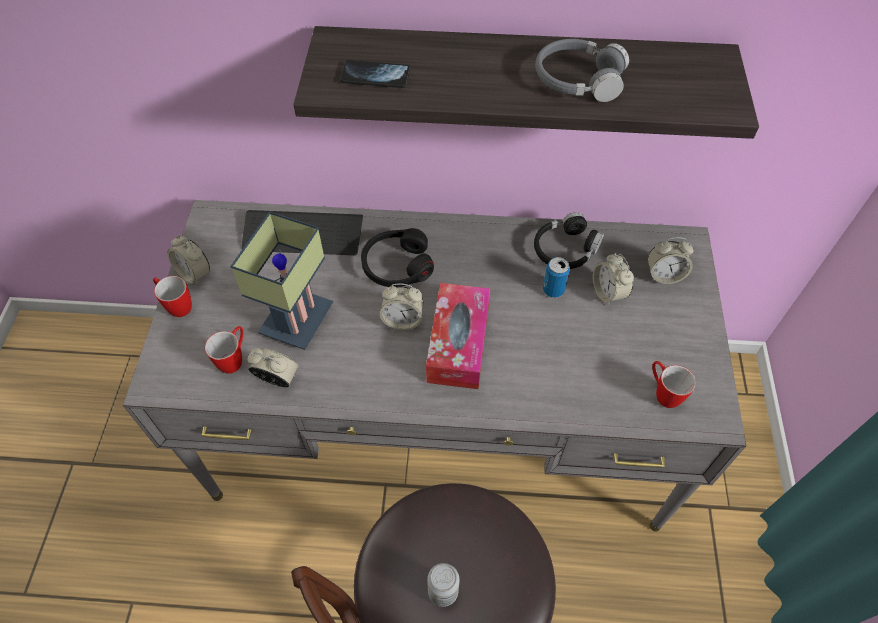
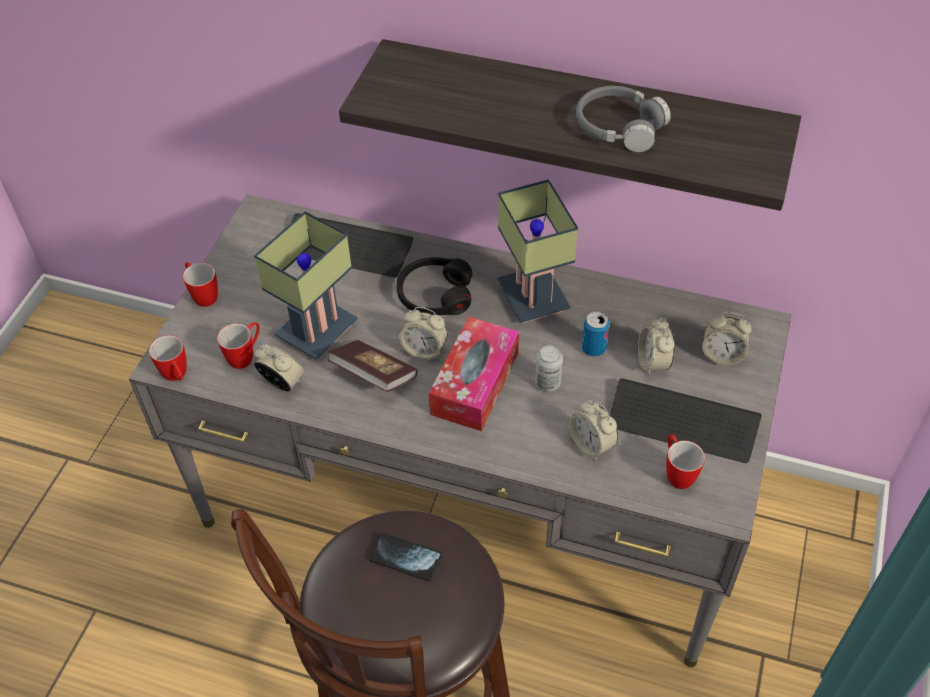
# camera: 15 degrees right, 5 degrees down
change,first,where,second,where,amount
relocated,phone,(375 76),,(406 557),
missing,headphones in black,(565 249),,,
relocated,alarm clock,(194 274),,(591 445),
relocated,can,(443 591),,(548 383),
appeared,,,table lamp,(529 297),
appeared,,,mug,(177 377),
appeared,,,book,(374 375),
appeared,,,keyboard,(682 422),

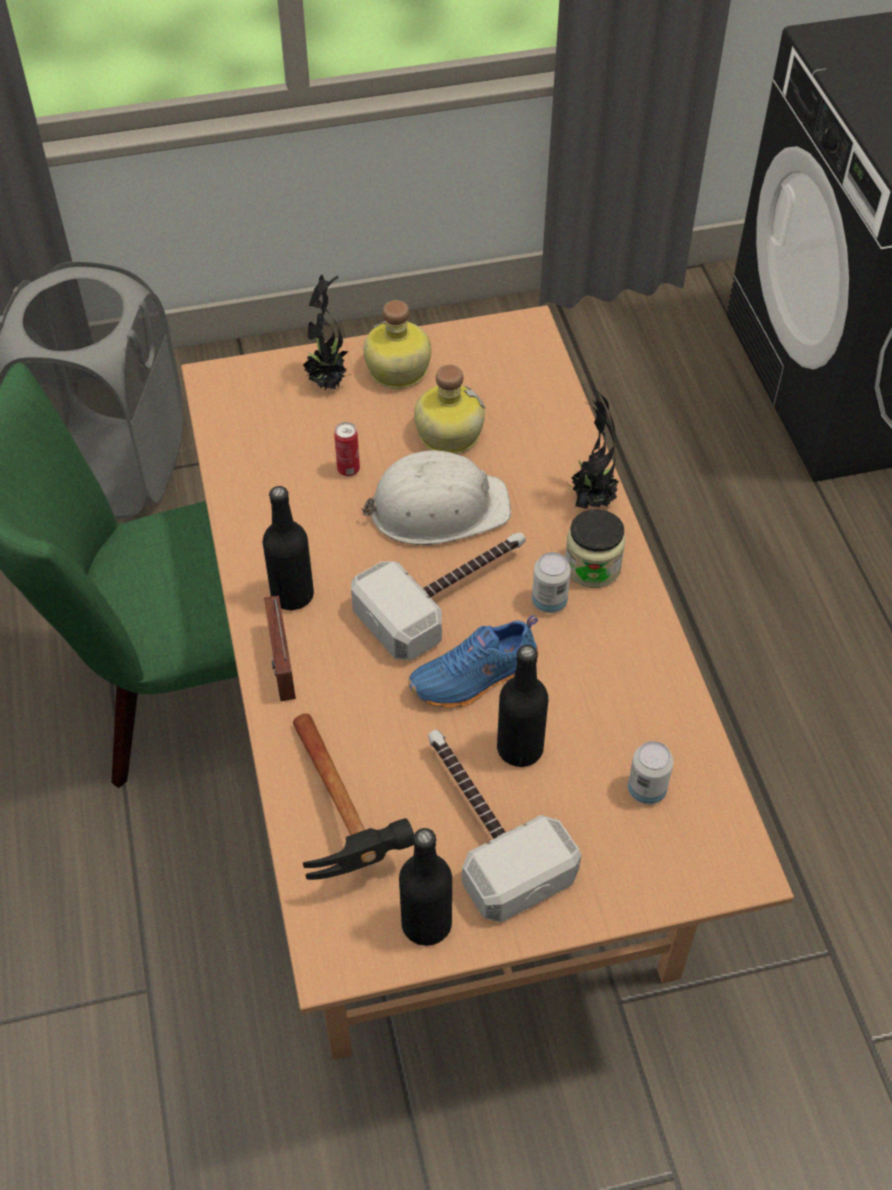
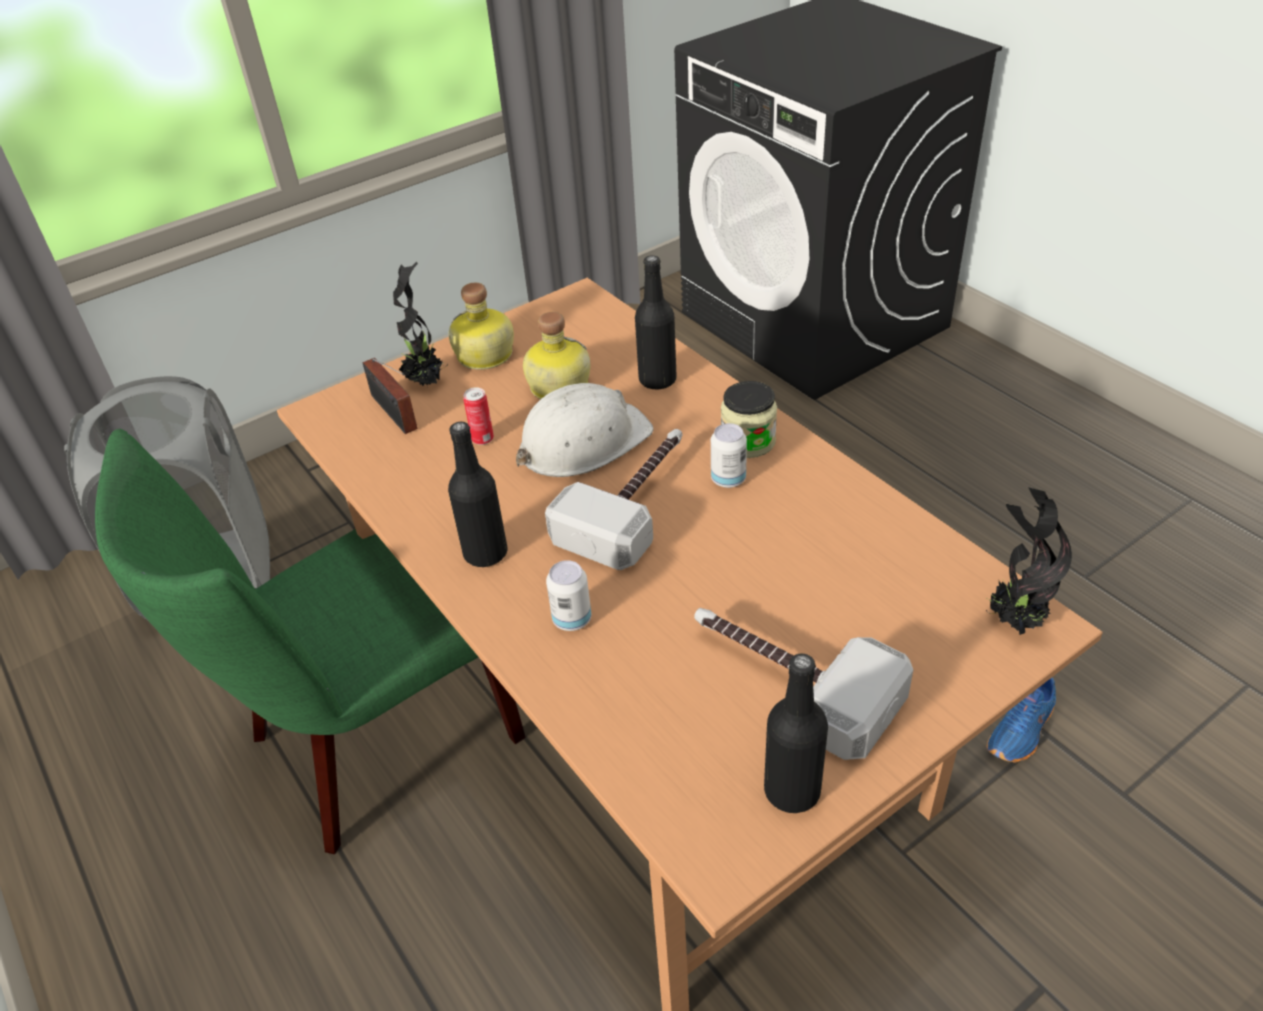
# camera: 20 degrees left, 10 degrees down
change,first,where,second,where,amount
relocated,potted plant,(591 499),,(1012 620),
relocated,radio,(281 667),,(395 415),
relocated,shoe in blue,(475 678),,(1022 730),
relocated,bottle in black,(520 749),,(657 380),
missing,hammer,(347 827),,,
relocated,can,(646 790),,(572 619),

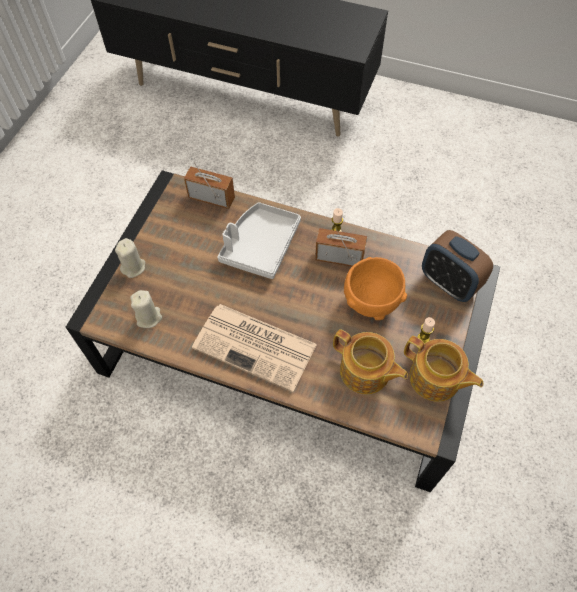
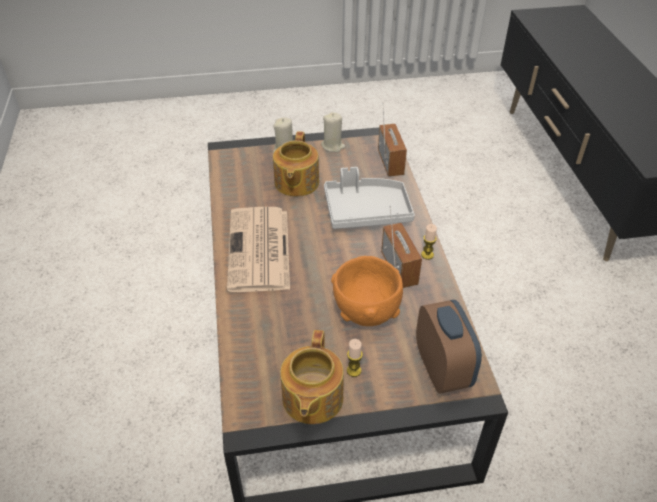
# camera: 60 degrees right, 15 degrees down
change,first,where,second,where,amount
spun,alarm clock,(449 283),,(442 369),150 degrees clockwise
relocated,candle in beige,(149 317),,(333 146),
relocated,teapot,(365 372),,(295 183),

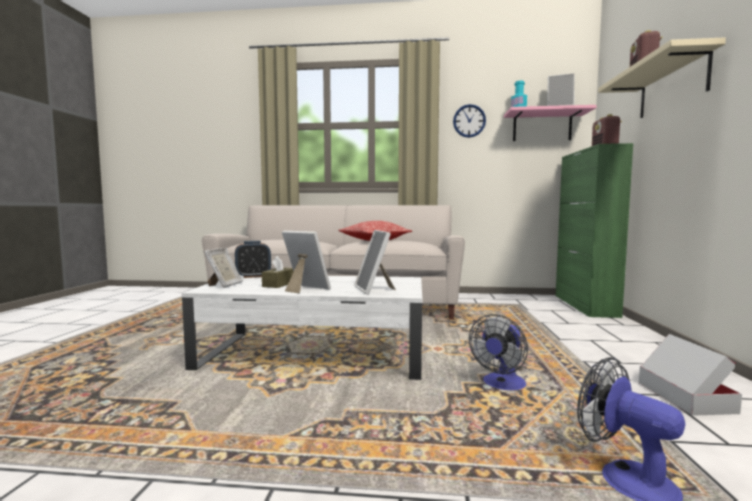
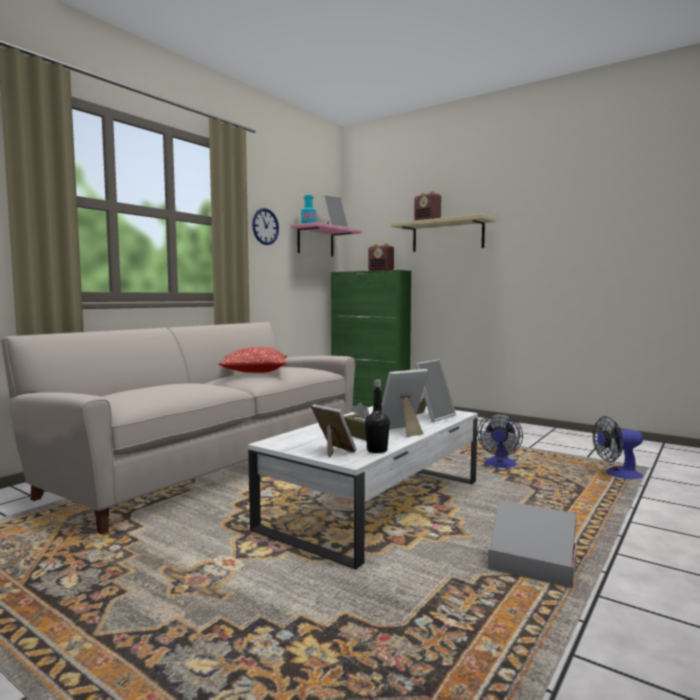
# camera: 60 degrees left, 0 degrees up
change,first,where,second,where,amount
spun,picture frame,(374 290),,(433 416),60 degrees counterclockwise
missing,alarm clock,(253 276),,,
spun,fan,(501 385),,(500 465),45 degrees clockwise
relocated,cardboard box,(684 397),,(532 567),
appeared,,,bottle in black,(377 450),

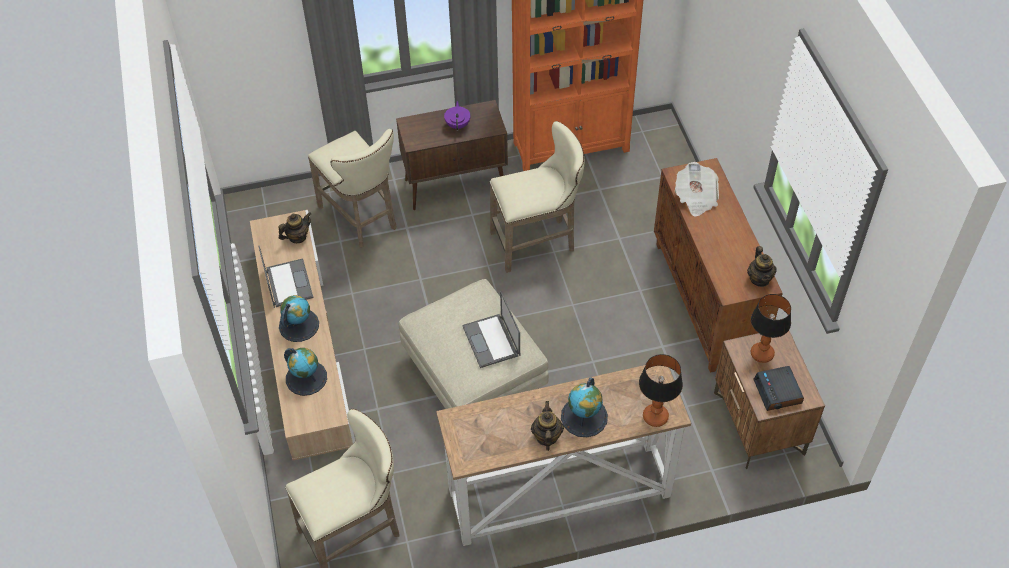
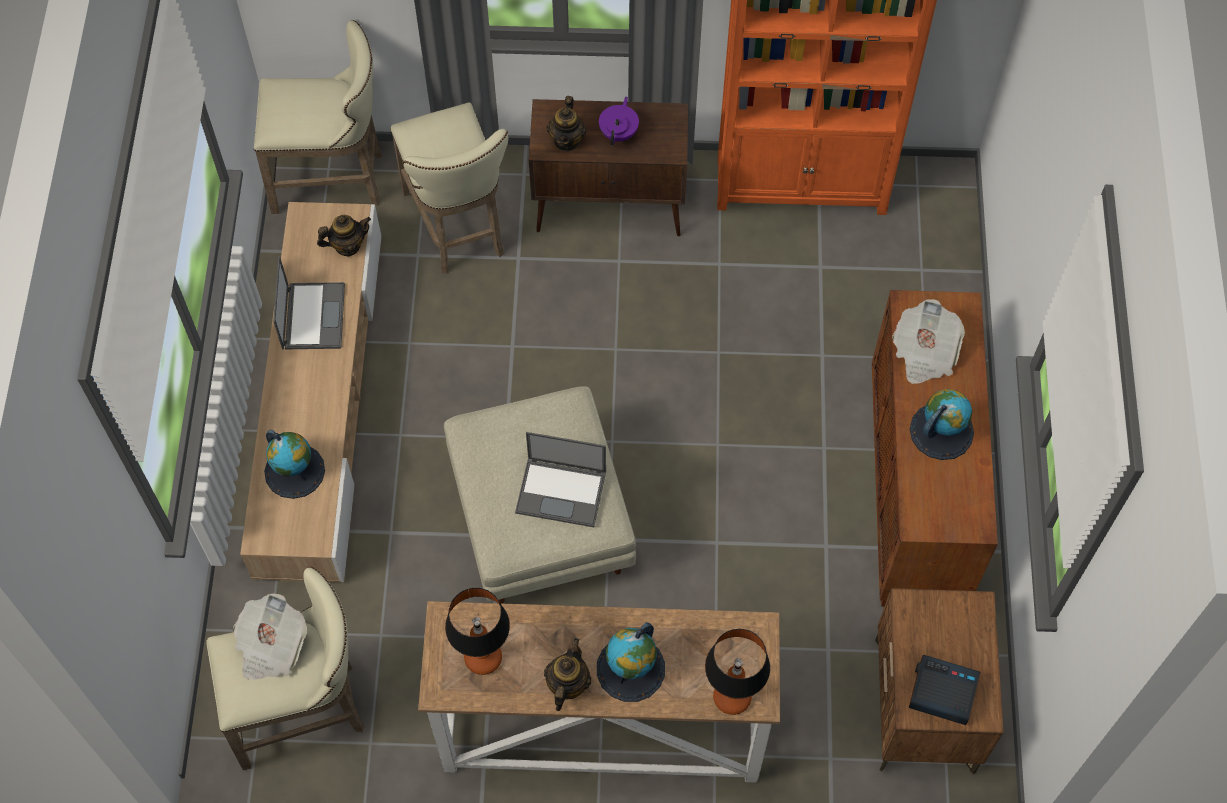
# camera: 15 degrees right, 10 degrees up
change,first,where,second,where,amount
relocated,stool in beige,(538 243),,(334 180),
relocated,teapot,(759 279),,(567 140),
spun,laptop,(492 341),,(562 492),75 degrees counterclockwise
relocated,table lamp,(762 353),,(484 657),
relocated,globe,(299 325),,(941 431),
spun,alarm clock,(778 392),,(942 692),105 degrees clockwise
appeared,,,newspaper,(271 646),

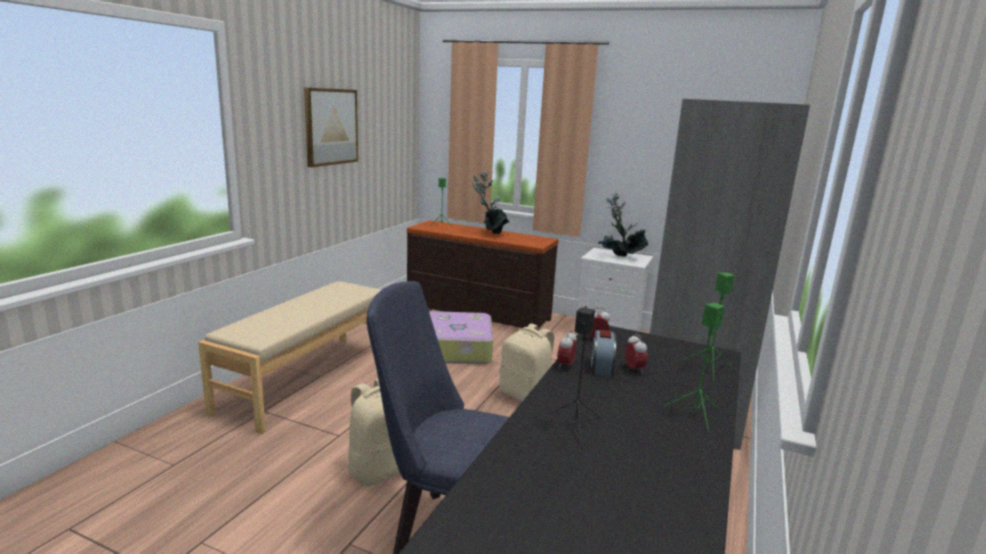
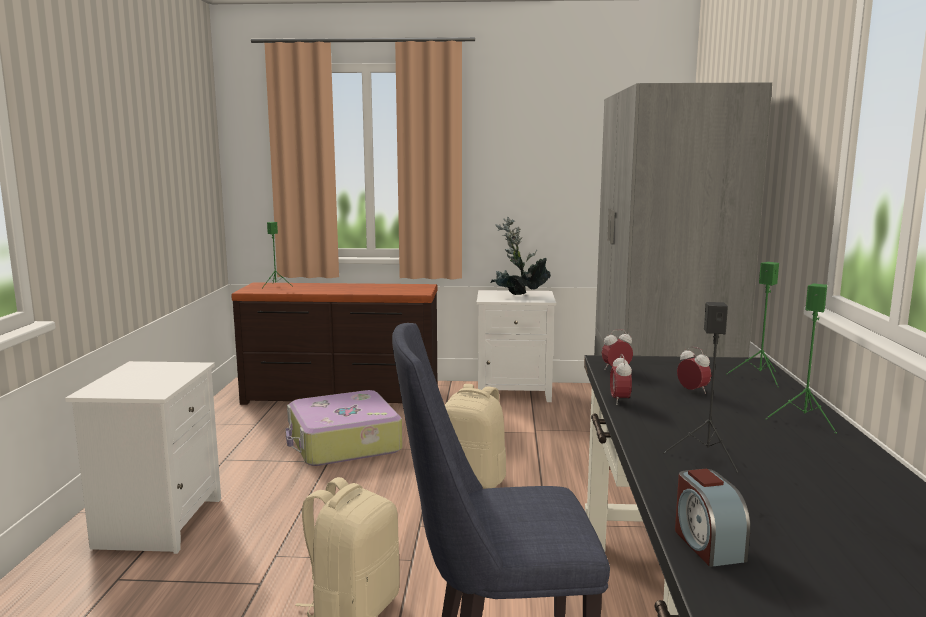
# camera: 20 degrees left, 5 degrees down
change,first,where,second,where,amount
missing,picture,(330 126),,,
missing,potted plant,(490 234),,,
exchanged,bench in beige,(307 379),nightstand in white,(158 522),
relocated,alarm clock,(601 367),,(707 544),

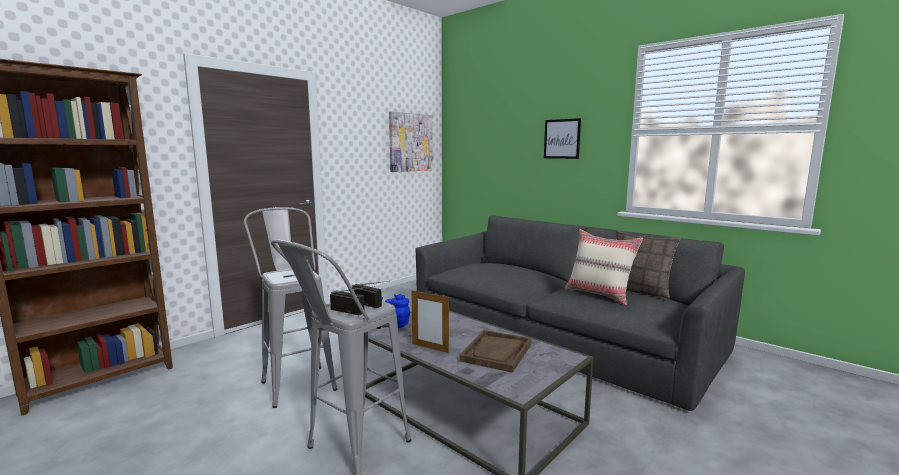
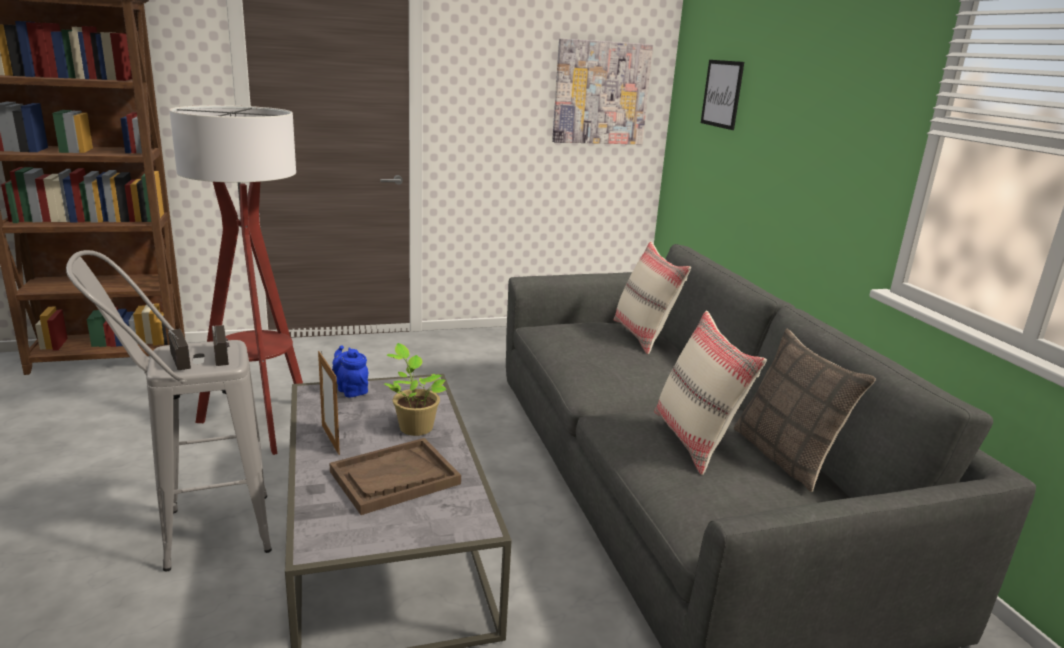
# camera: 30 degrees right, 10 degrees up
change,first,where,second,where,amount
relocated,picture,(562 139),,(722 94),
exchanged,stool in grey,(295 381),floor lamp,(260 424),
appeared,,,pillow in beige,(643 336),
appeared,,,potted plant,(414 427),

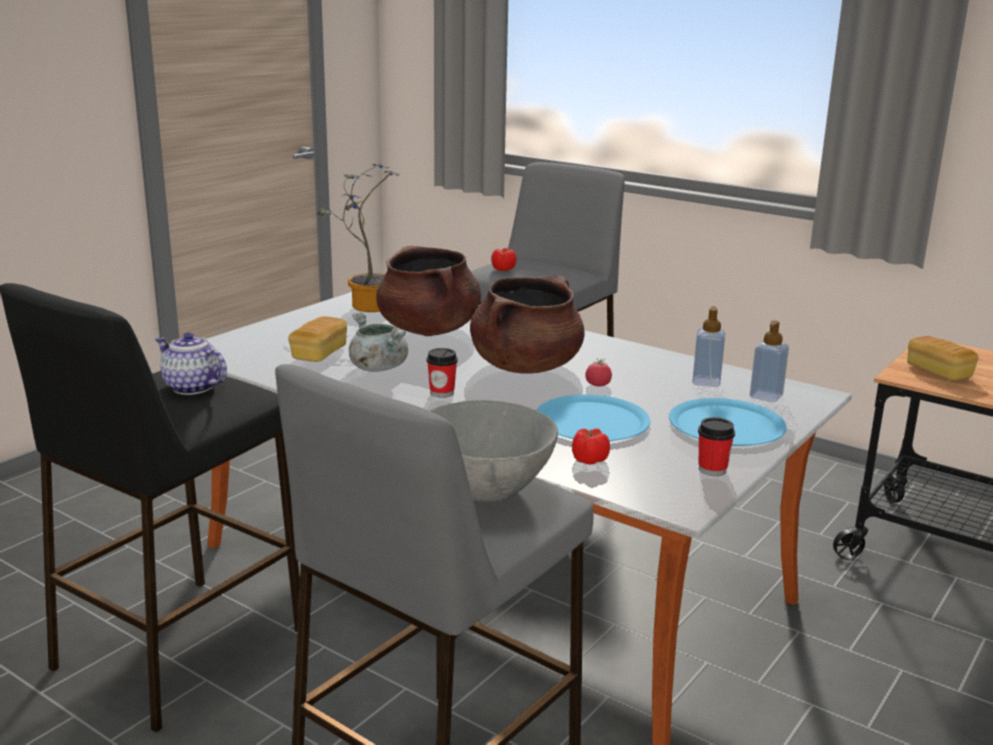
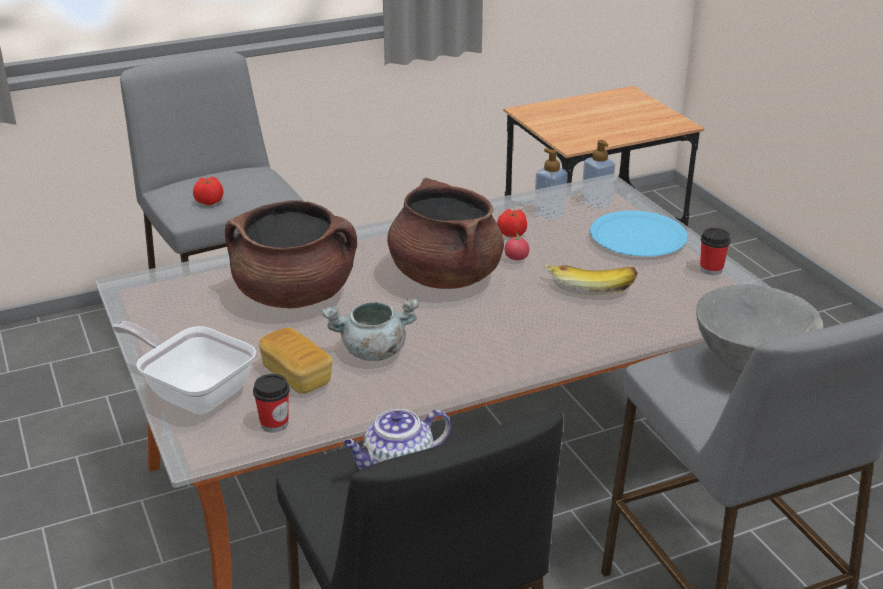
# camera: 60 degrees left, 10 degrees up
change,first,where,second,where,amount
missing,potted plant,(365 305),,,
missing,bread,(938 372),,,
relocated,cup,(442 393),,(274 423),
exchanged,plate in blue,(592 421),banana,(591 285),
relocated,tomato,(589 460),,(511 234),
appeared,,,frying pan,(193 392),

